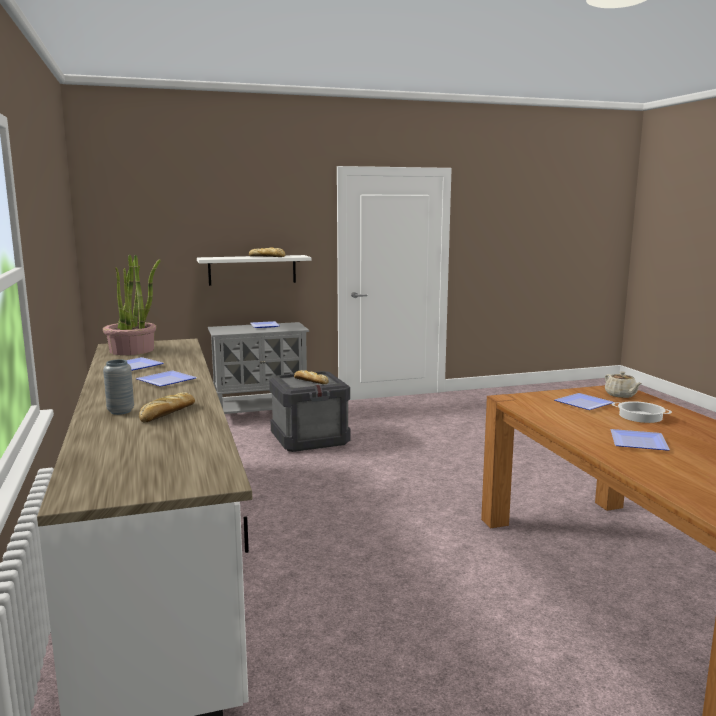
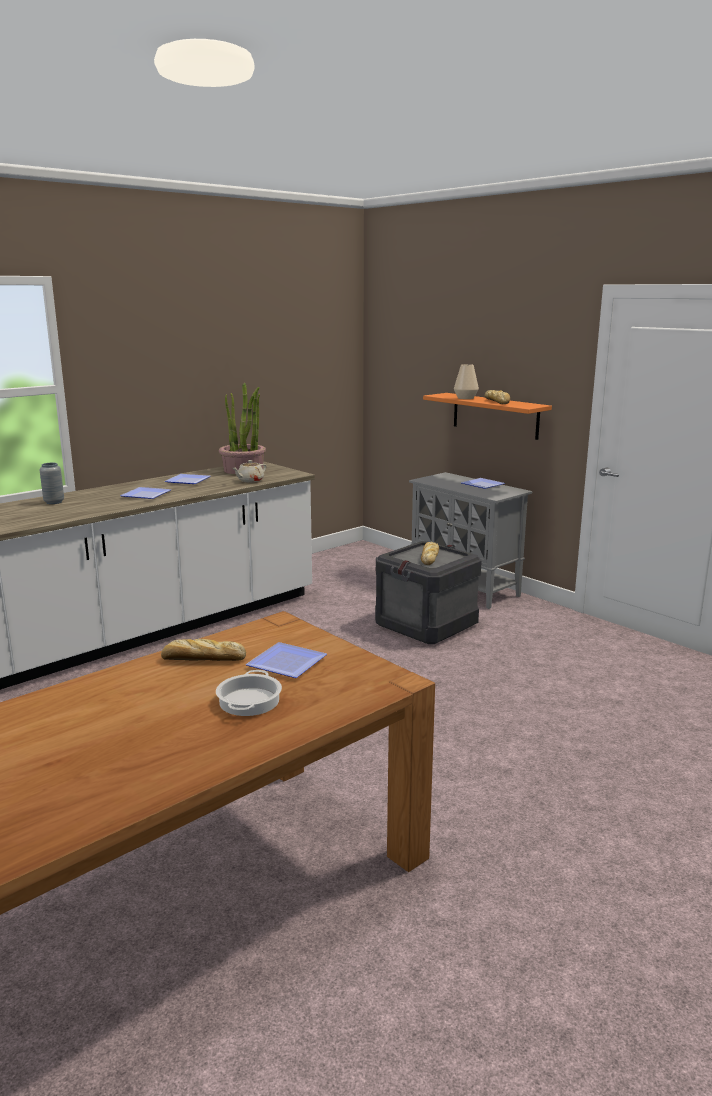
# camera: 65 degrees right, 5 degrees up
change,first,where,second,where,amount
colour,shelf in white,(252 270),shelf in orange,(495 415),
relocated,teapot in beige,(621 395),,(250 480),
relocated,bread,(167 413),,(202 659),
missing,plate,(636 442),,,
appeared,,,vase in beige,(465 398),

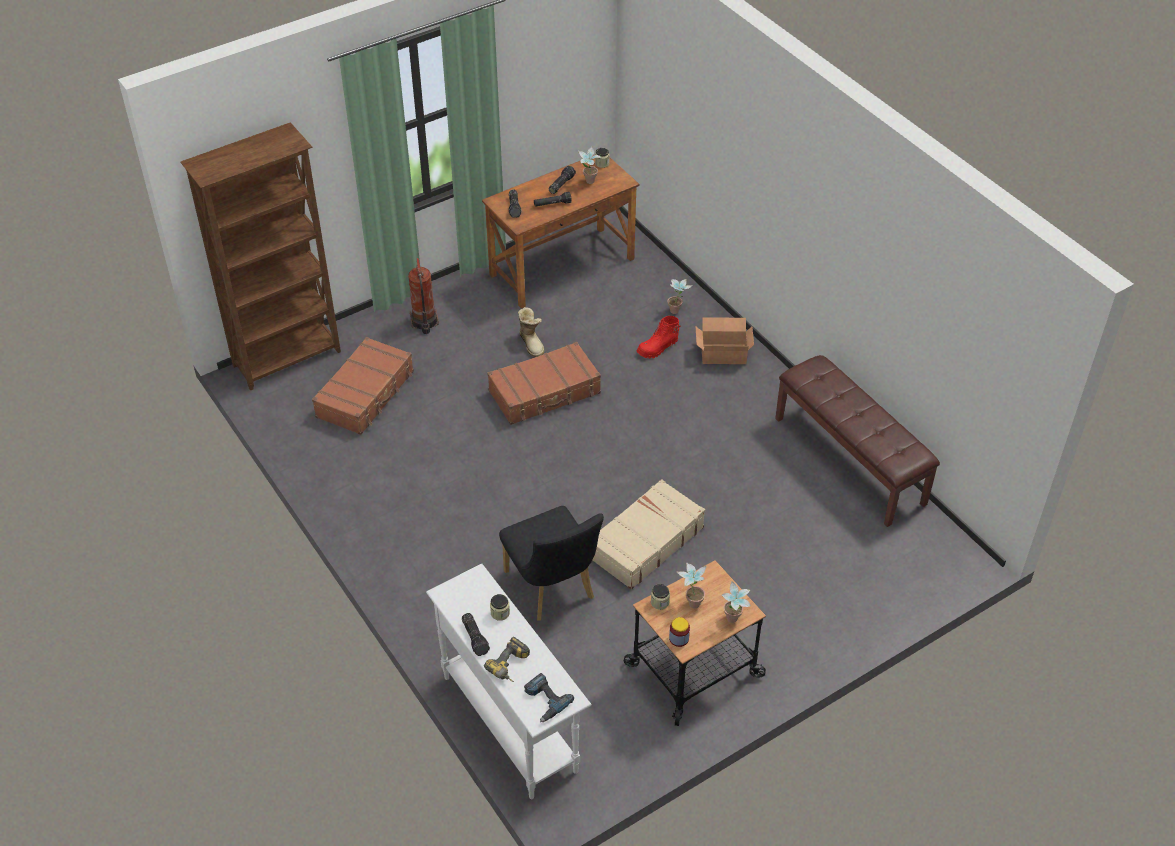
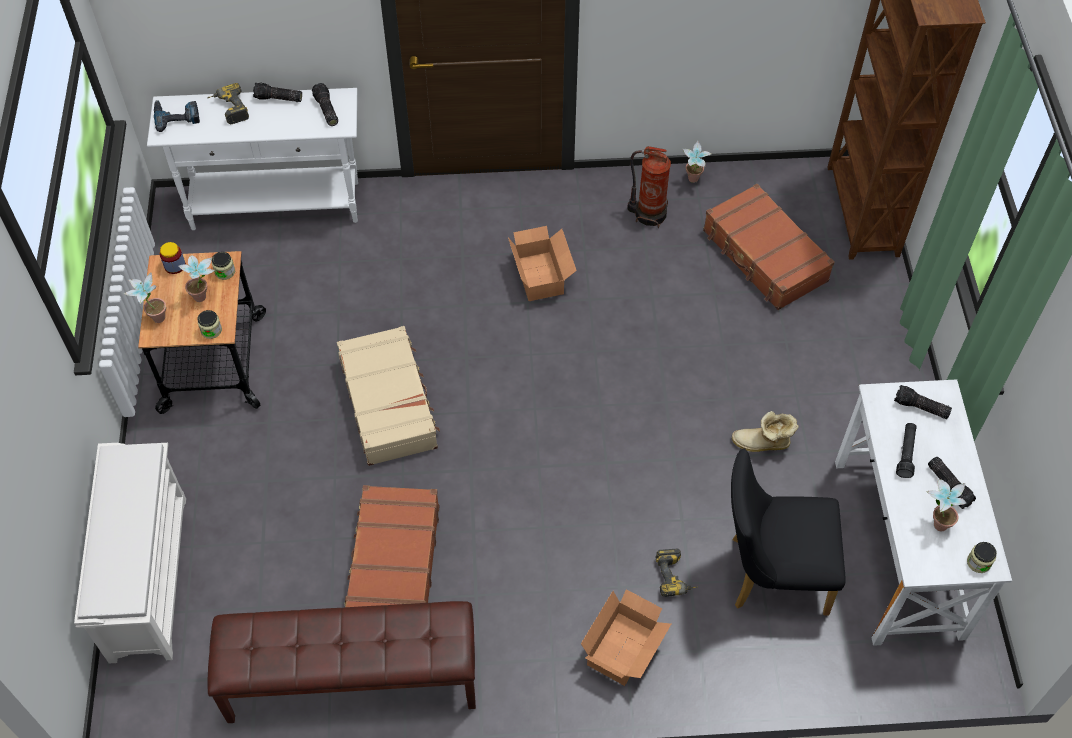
# camera: 120 degrees right, 10 degrees up
change,first,where,second,where,amount
colour,desk in brown,(562 267),desk in white,(898 547),
relocated,fire extinguisher,(424 322),,(649 213),
relocated,potted plant,(677 310),,(692 182),
exchanged,boot in red,(658 348),power drill,(675 577),
relocated,suitcase in brown,(545 393),,(393 566),
relocated,chair in black,(553 589),,(770 573),
relocated,jar,(500 613),,(211 330),
appeared,,,flashlight,(325 110),
appeared,,,cardboard box,(541 275),
appeared,,,shoe rack in white,(148 576),

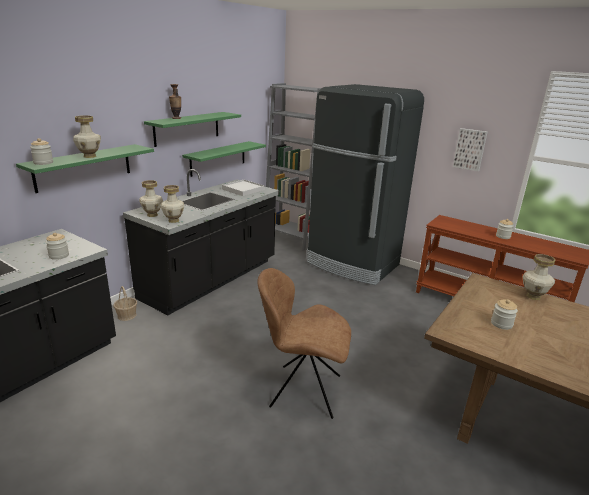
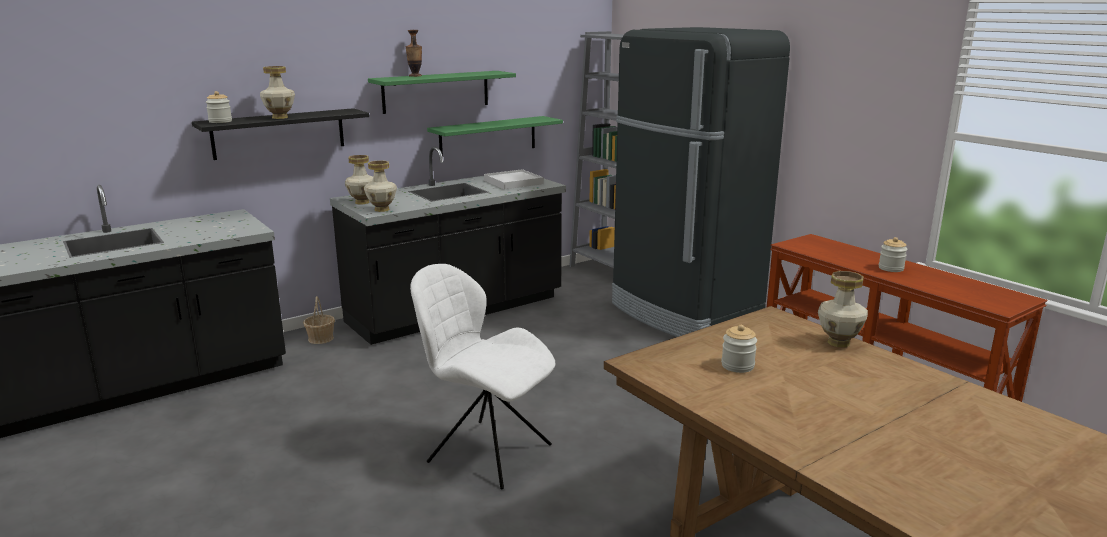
# camera: 20 degrees right, 5 degrees down
change,first,where,second,where,amount
missing,picture,(470 149),,,
colour,shelf in green,(84 167),shelf in black,(279 133),
missing,jar,(59 256),,,
colour,chair in brown,(302 390),chair in white,(486 452),

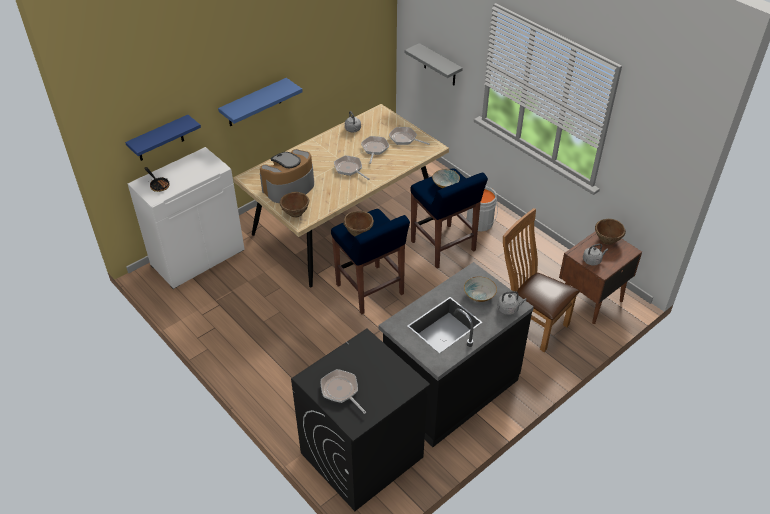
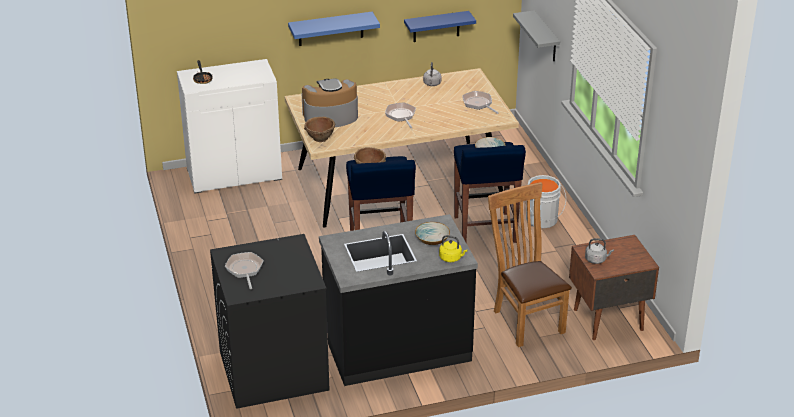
# camera: 25 degrees right, 10 degrees down
change,first,where,second,where,amount
relocated,shelf in blue,(159 139),,(436 26),
missing,frying pan,(374 149),,,
missing,bowl in brown,(607 240),,,
colour,kettle in grey,(509 309),kettle in yellow,(451 258),

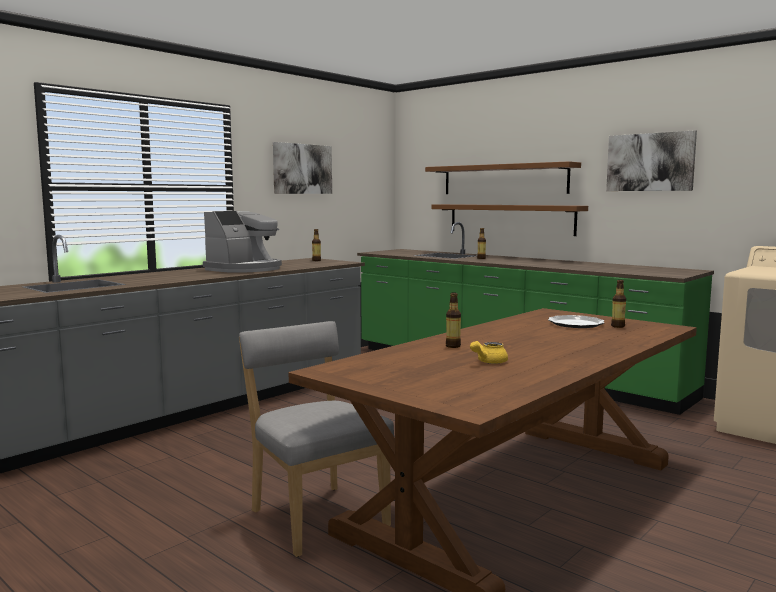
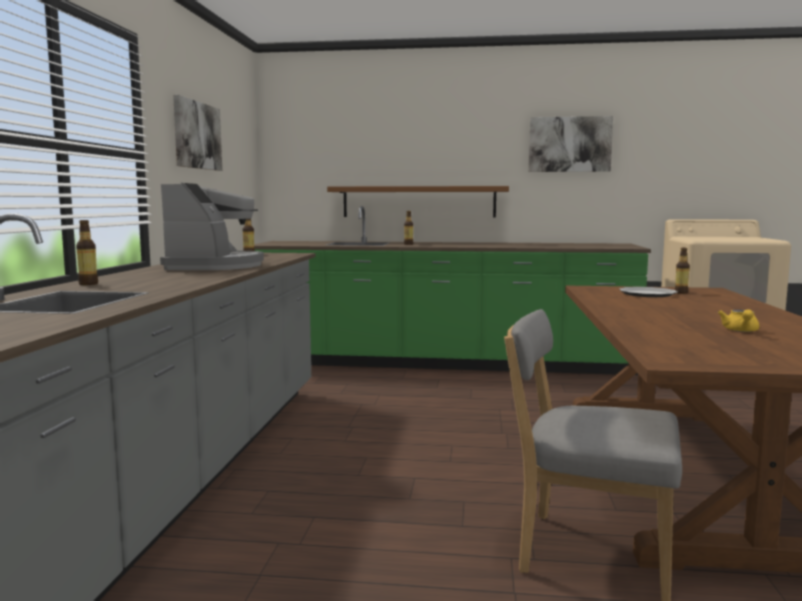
# camera: 35 degrees left, 0 degrees up
change,first,where,second,where,amount
missing,shelf in brown,(503 179),,,
relocated,bottle,(453 346),,(88 284),

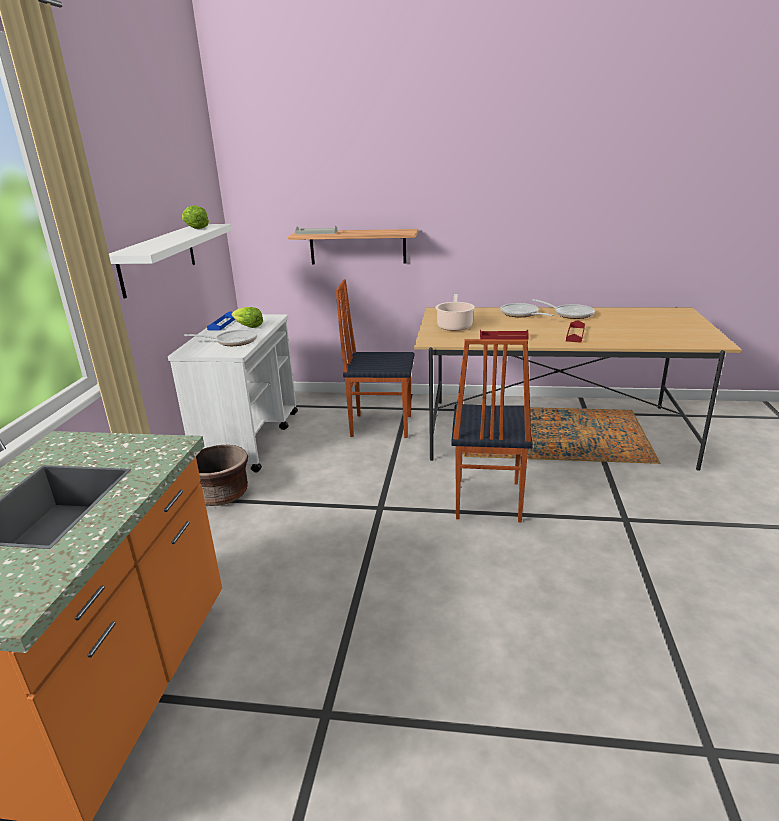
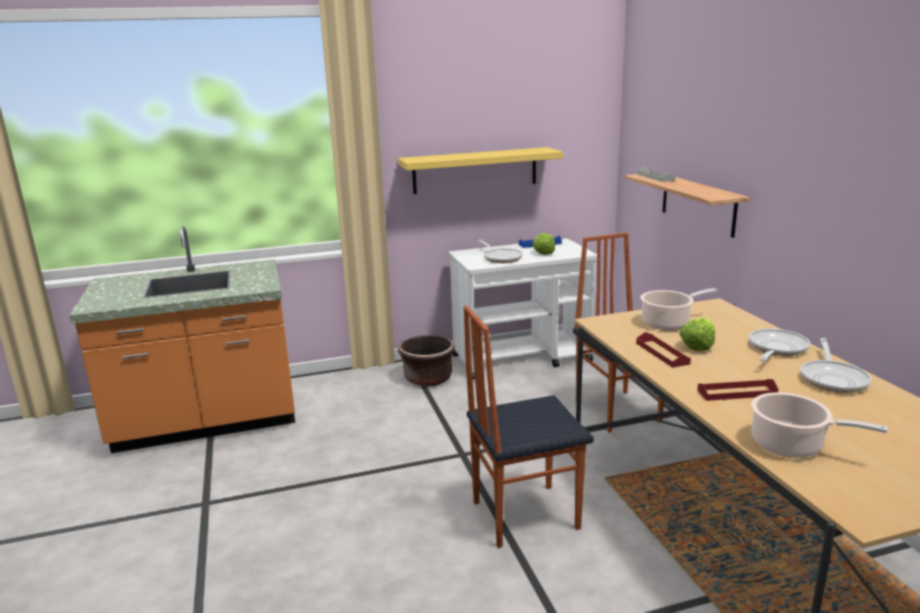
# camera: 65 degrees right, 5 degrees down
change,first,where,second,where,amount
relocated,lettuce,(195 228),,(697 345),
colour,shelf in white,(158 259),shelf in yellow,(475 170),
appeared,,,cooking pot,(791 445),

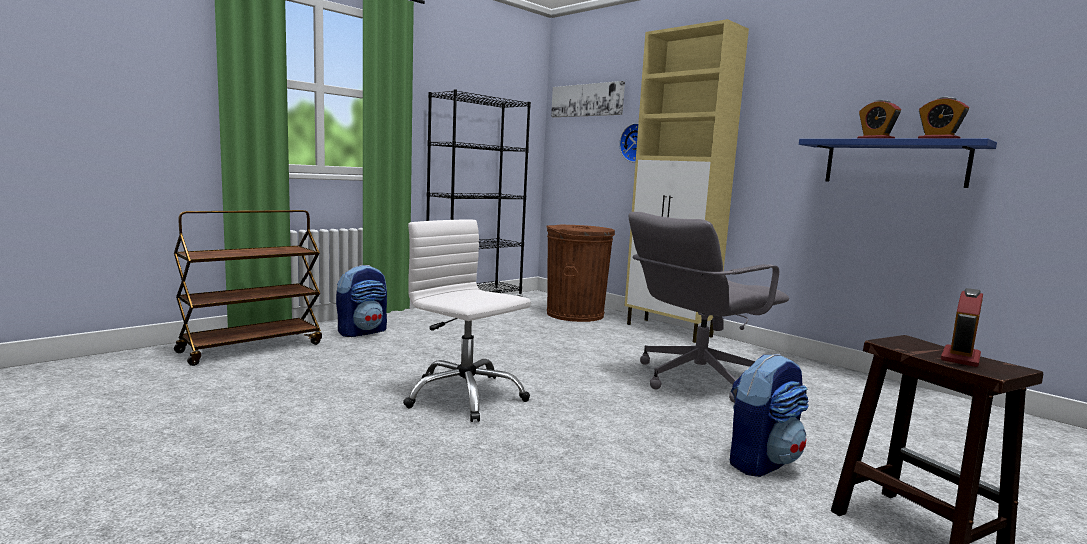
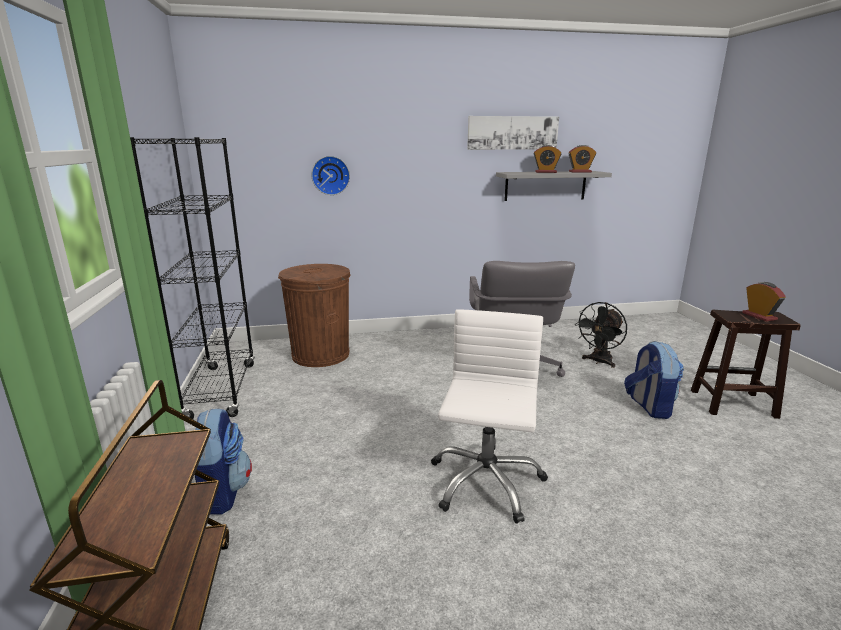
# camera: 55 degrees left, 10 degrees up
change,first,where,second,where,amount
missing,cabinet in beige,(669 331),,,
relocated,picture,(587 100),,(512 133),
colour,shelf in blue,(894 163),shelf in grey,(545 186),
spun,office chair in white,(465 396),,(485 481),120 degrees clockwise
appeared,,,fan in black,(599 362),

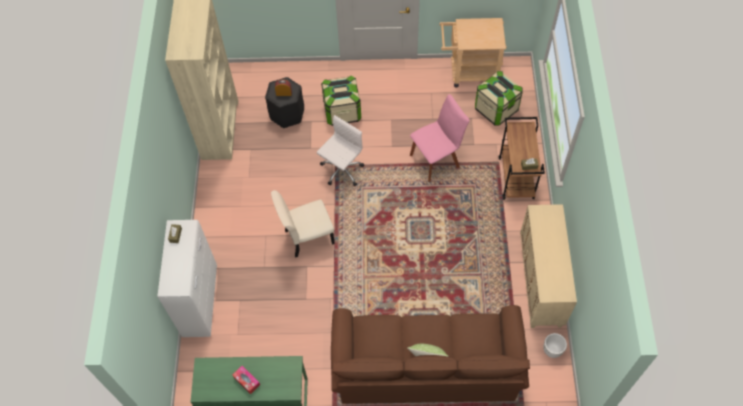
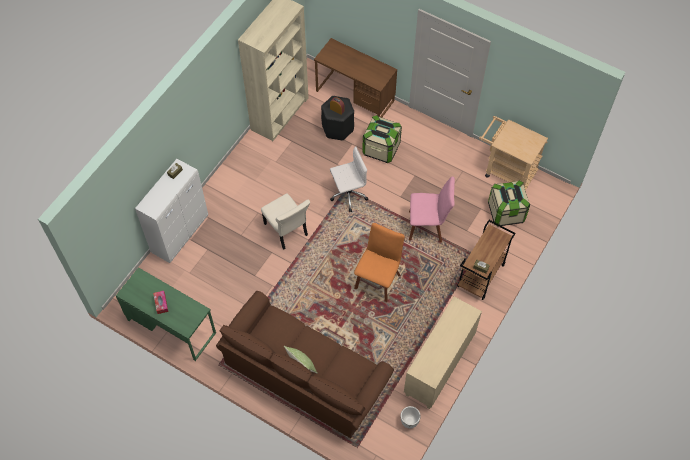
# camera: 30 degrees right, 0 degrees up
change,first,where,second,where,amount
spun,chair in beige,(307 237),,(286 231),135 degrees counterclockwise
appeared,,,desk in brown,(355 96),
appeared,,,chair in orange,(378 279),

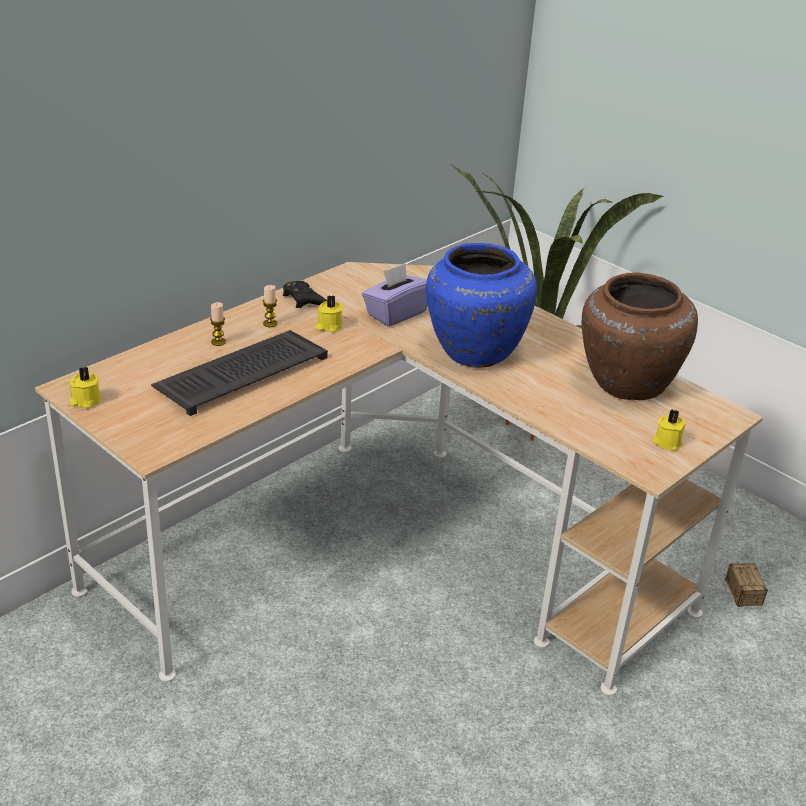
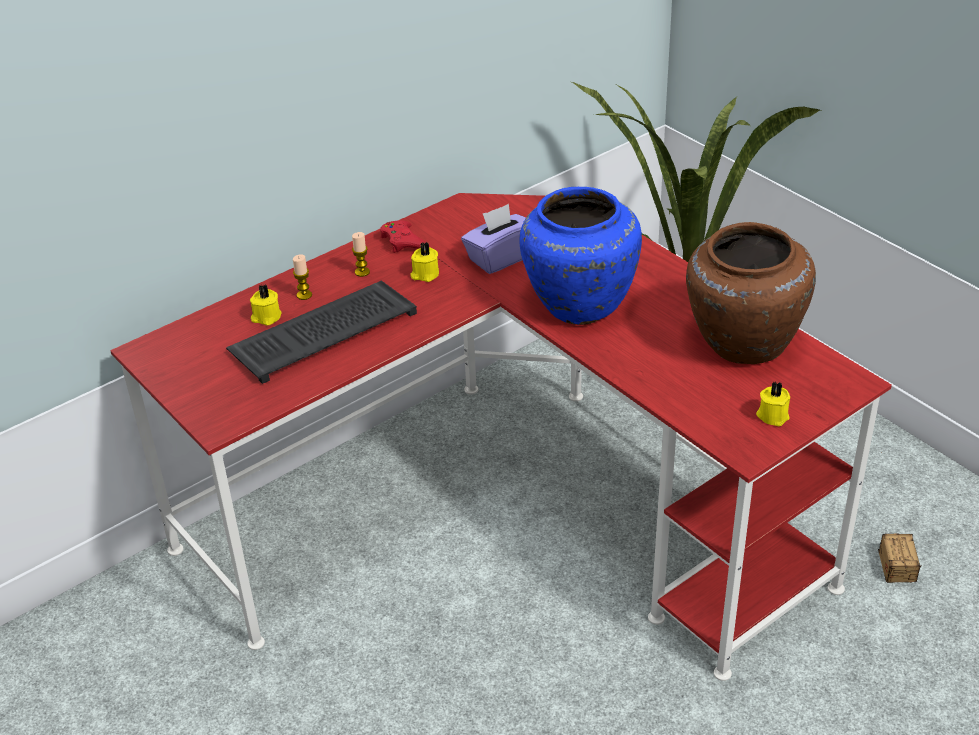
# camera: 10 degrees right, 5 degrees up
change,first,where,second,where,amount
colour,desk in beige,(390 554),desk in red,(505 513),
colour,game controller in black,(304 299),game controller in red,(403 241),
relocated,candle in yellow,(85 400),,(266 317),

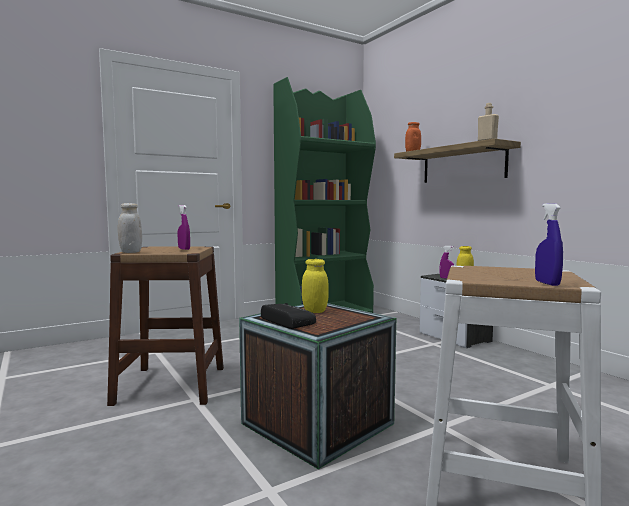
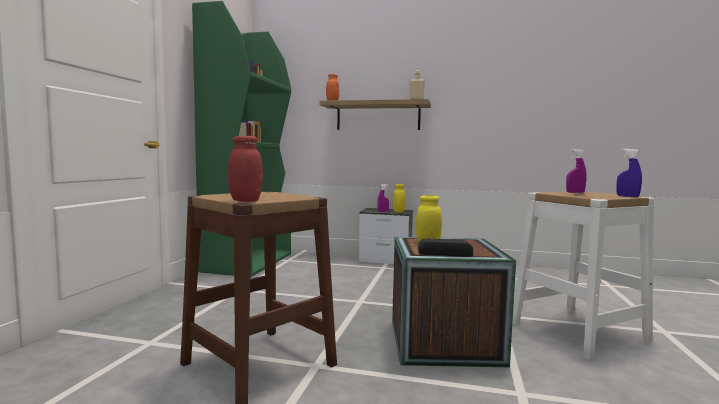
# camera: 45 degrees left, 0 degrees up
change,first,where,second,where,amount
colour,jar in white,(130 252),jar in red,(245 201),
relocated,spray bottle in purple,(184 249),,(575 192),

